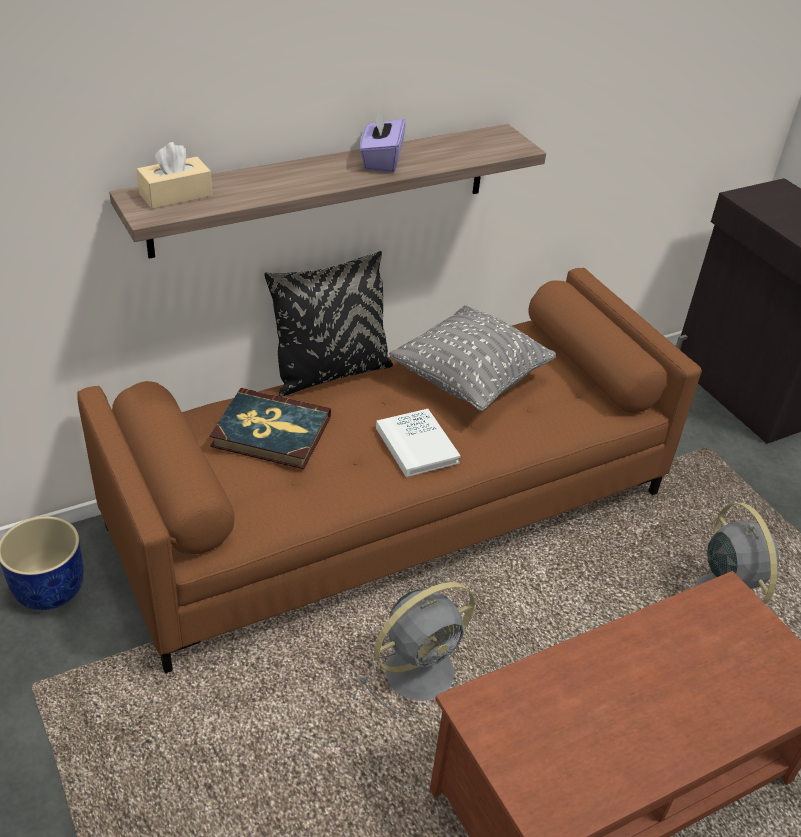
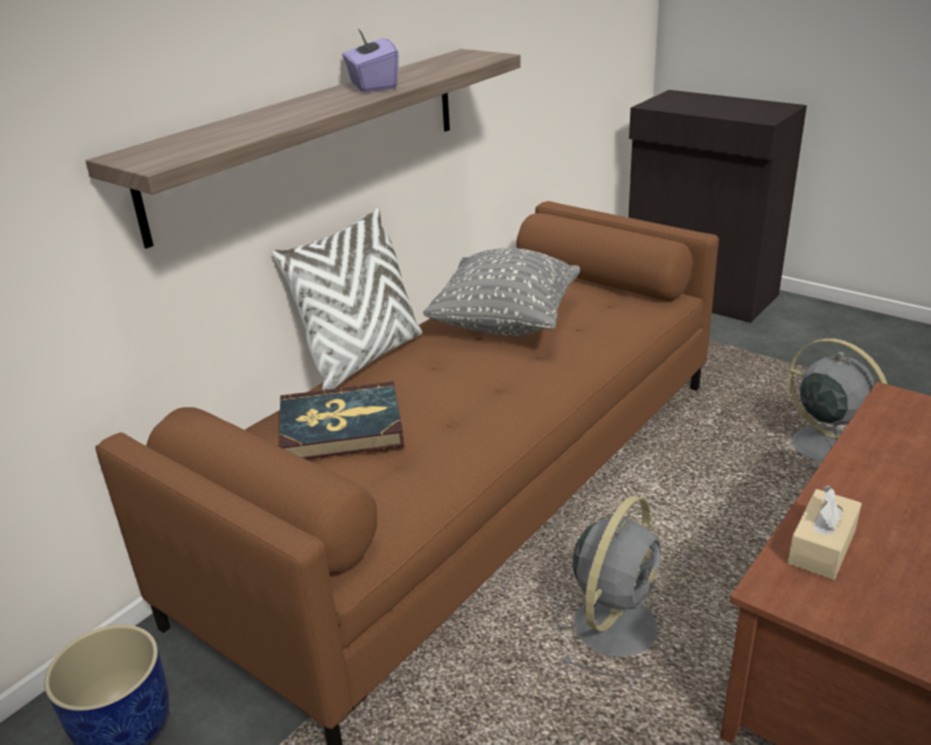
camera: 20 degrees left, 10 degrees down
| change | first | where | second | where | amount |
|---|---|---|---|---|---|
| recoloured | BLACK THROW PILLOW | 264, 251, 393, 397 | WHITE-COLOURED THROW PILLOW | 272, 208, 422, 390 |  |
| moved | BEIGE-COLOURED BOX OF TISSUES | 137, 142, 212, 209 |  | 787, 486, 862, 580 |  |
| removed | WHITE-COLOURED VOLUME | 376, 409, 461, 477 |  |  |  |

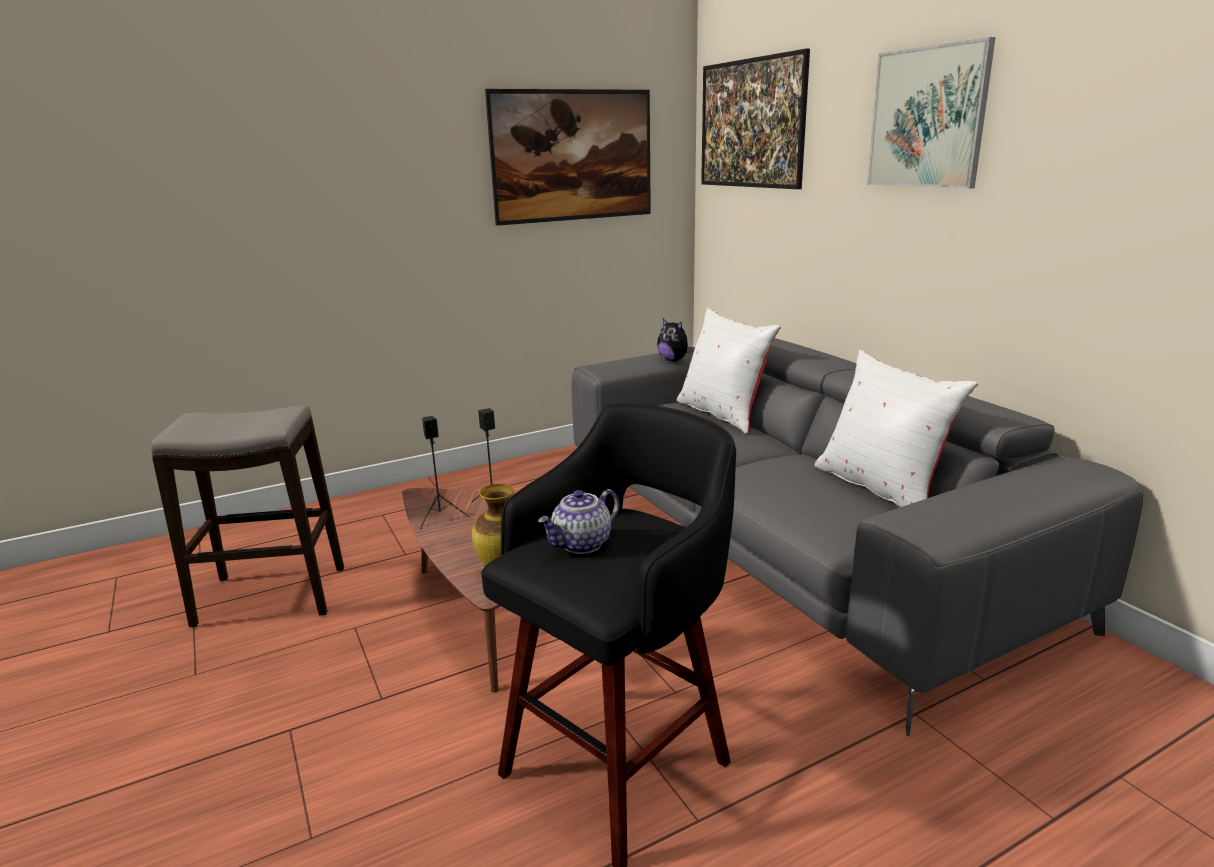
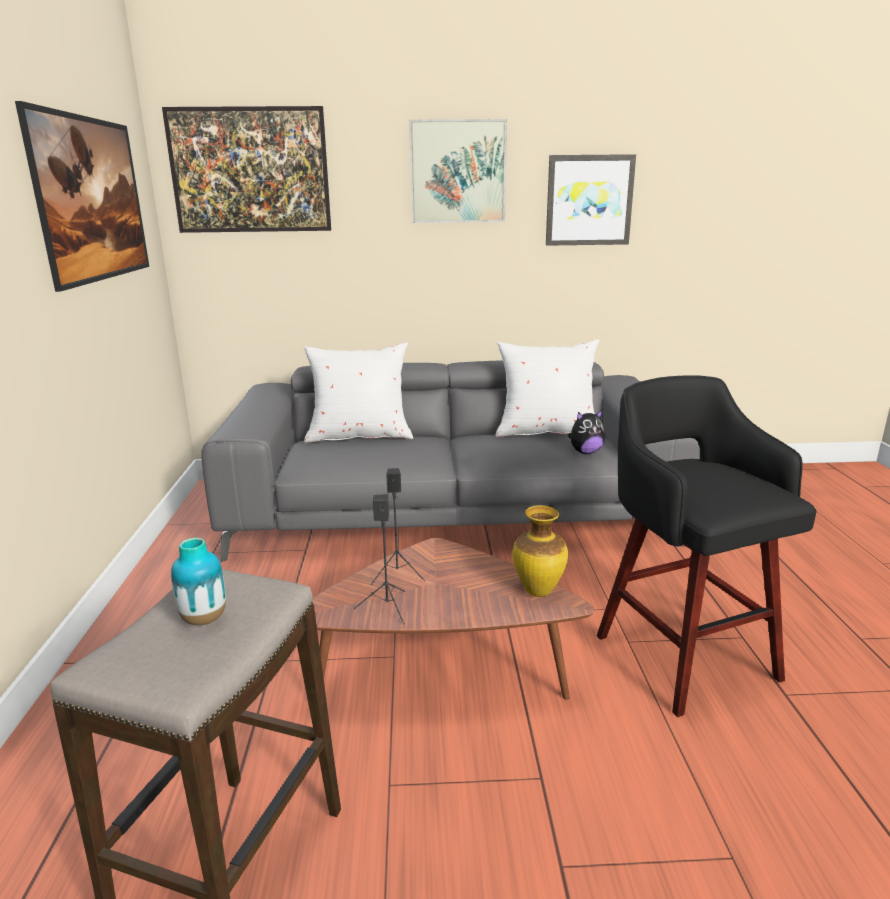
camera: 65 degrees left, 0 degrees up
| change | first | where | second | where | amount |
|---|---|---|---|---|---|
| added |  |  | DECORATIVE VASE | 171, 538, 226, 625 |  |
| added |  |  | WALL PICTURE | 546, 154, 636, 246 |  |
| moved | PLUSH TOY | 657, 318, 694, 361 |  | 568, 410, 606, 454 |  |
| removed | POT FOR TEA | 538, 489, 619, 554 |  |  |  |

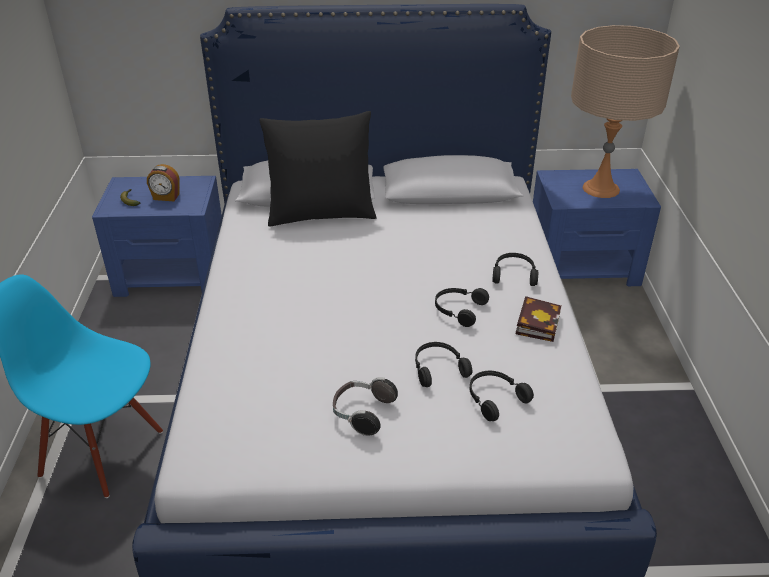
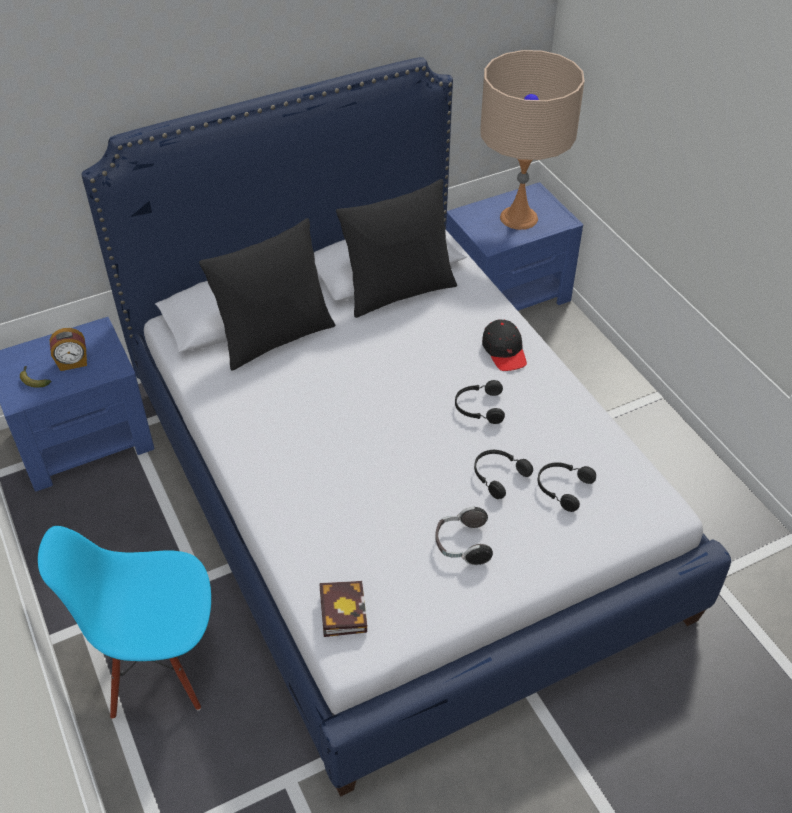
camera: 25 degrees left, 10 degrees up
| change | first | where | second | where | amount |
|---|---|---|---|---|---|
| moved | VOLUME | 516, 296, 561, 342 |  | 320, 581, 367, 637 |  |
| added |  |  | BLACK THROW PILLOW | 336, 179, 457, 318 |  |
| replaced | BLACK HEADSET | 492, 253, 538, 286 | BLACK BASEBALL CAP | 482, 320, 527, 371 |  |

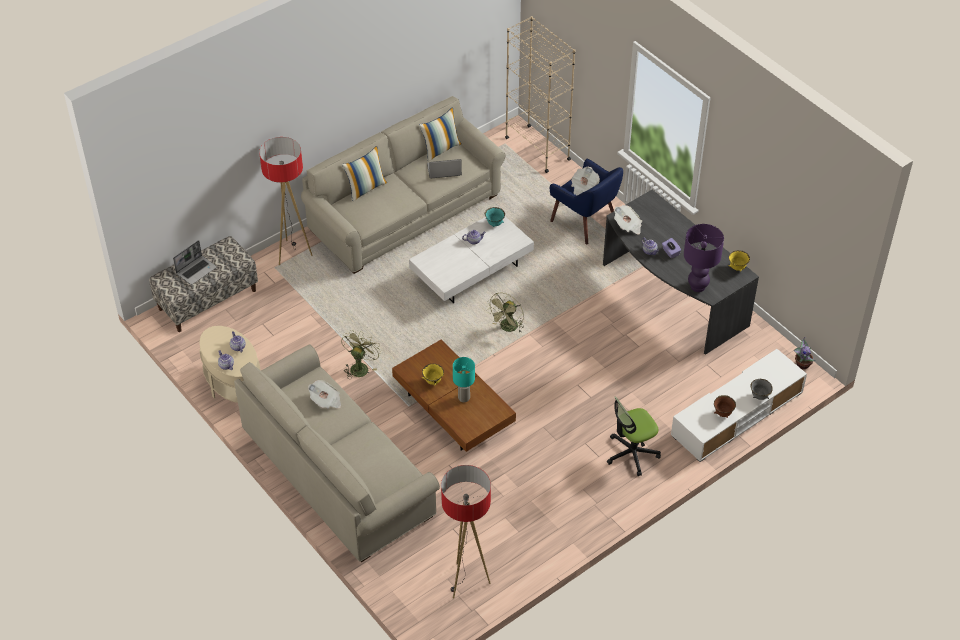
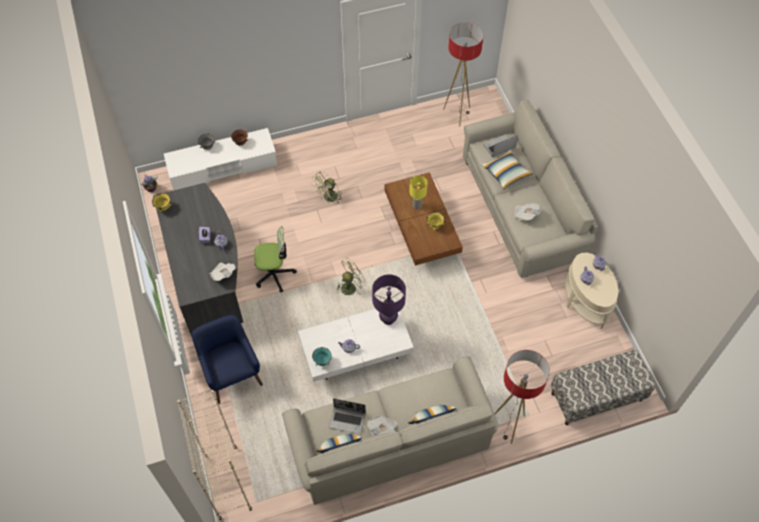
camera: 160 degrees left, 10 degrees up
| change | first | where | second | where | amount |
|---|---|---|---|---|---|
| moved | DESK CHAIR | 607, 396, 661, 476 |  | 254, 226, 297, 293 |  |
| moved | GREEN-COLOURED ELECTRIC FAN | 341, 330, 381, 379 |  | 312, 171, 342, 203 |  |
| moved | DAILY PAPER | 571, 167, 600, 196 |  | 367, 415, 397, 436 |  |
| moved | PURPLISH LAMP FOR A TABLE | 684, 224, 724, 292 |  | 372, 274, 406, 325 |  |
| recoloured | BLUE-GREEN LAMP FOR A TABLE | 453, 357, 475, 402 | YELLOW-COLOURED LAMP FOR A TABLE | 410, 175, 428, 210 |  |
| added |  |  | THROW PILLOW | 482, 150, 533, 189 |  |
| moved | NOTEBOOK COMPUTER | 173, 240, 217, 285 |  | 483, 134, 518, 157 |  |

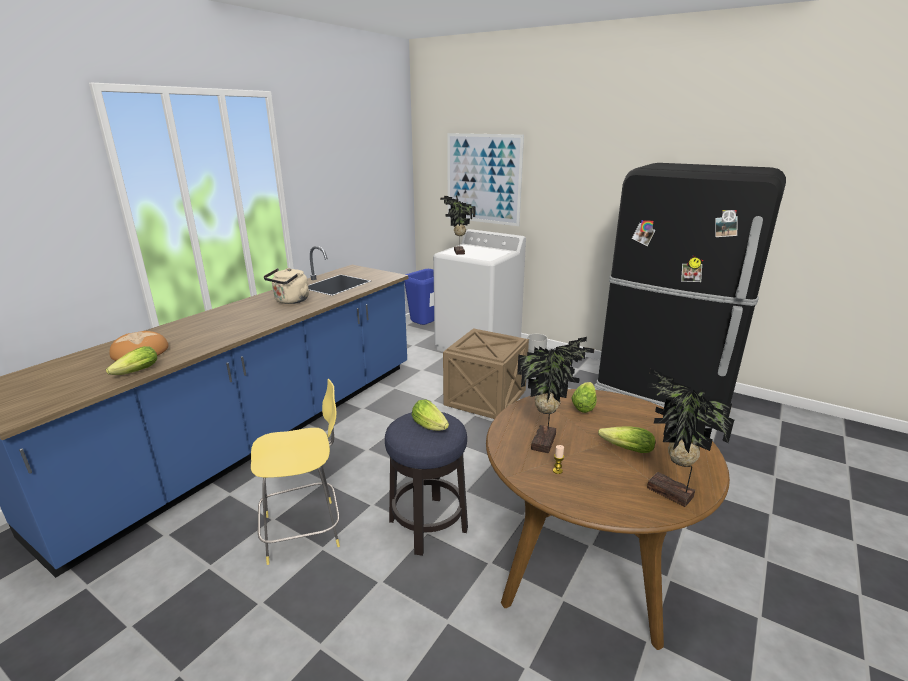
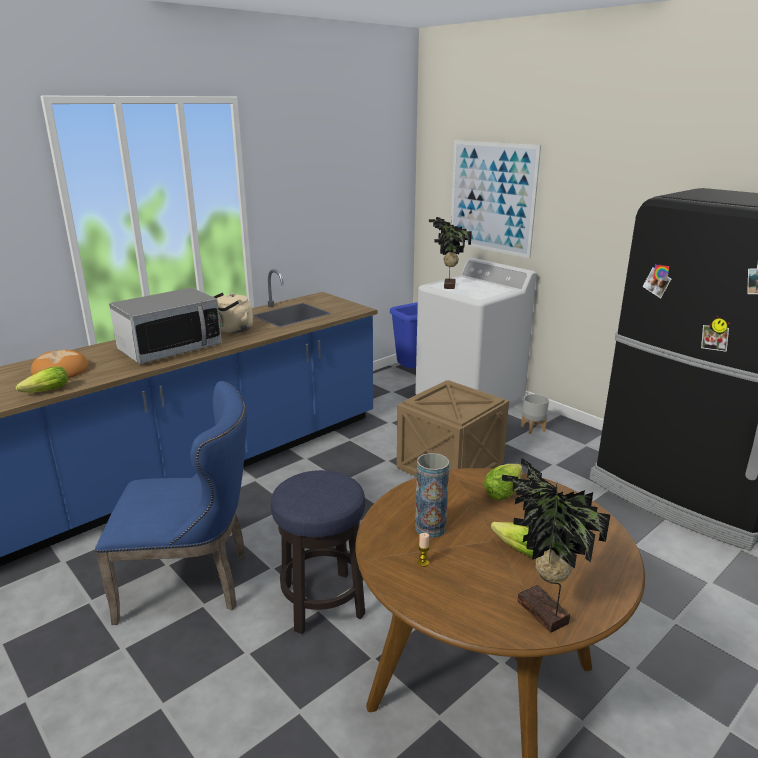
camera: 15 degrees right, 0 degrees up
| change | first | where | second | where | amount |
|---|---|---|---|---|---|
| replaced | YELLOW-COLOURED STOOL SEAT | 251, 379, 340, 565 | BLUE-COLOURED UPRIGHT CHAIR | 95, 381, 247, 625 |  |
| added |  |  | MICROWAVE OVEN | 109, 287, 222, 364 |  |
| replaced | HOUSEPLANT | 517, 337, 594, 453 | DECORATIVE VASE | 415, 453, 449, 538 |  |
| removed | LETTUCE | 412, 399, 449, 431 |  |  |  |

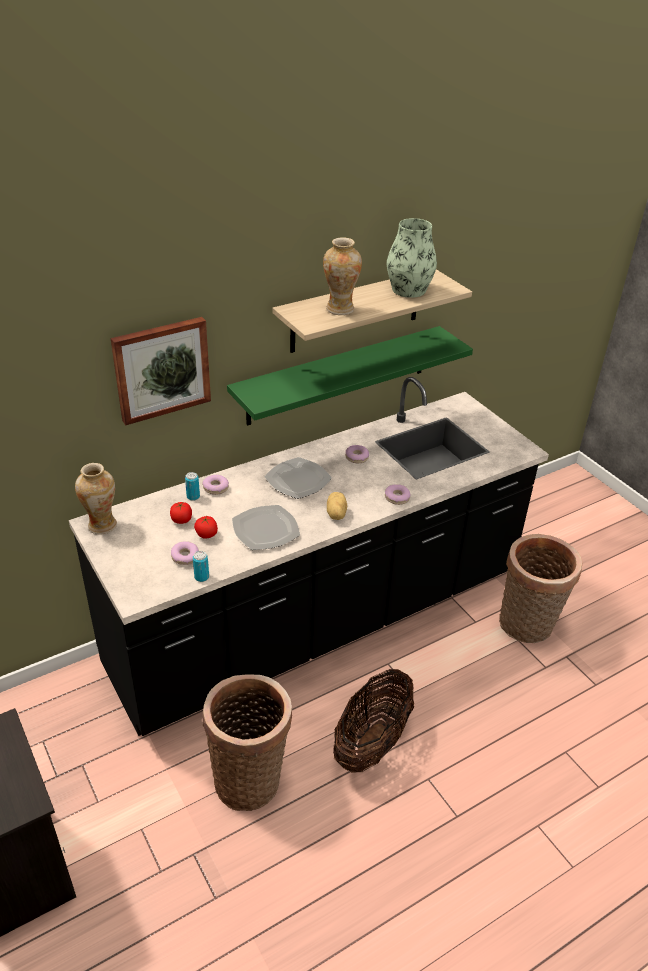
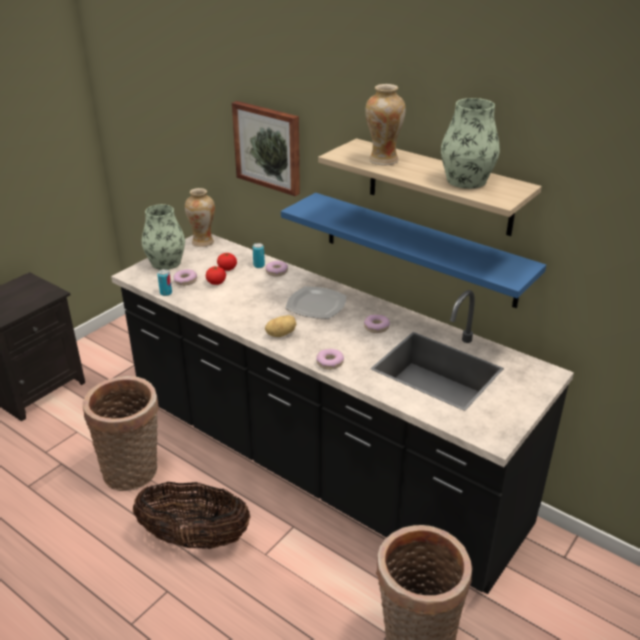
camera: 70 degrees right, 5 degrees down
| change | first | where | second | where | amount |
|---|---|---|---|---|---|
| added |  |  | DECORATIVE VASE | 142, 204, 185, 270 |  |
| recoloured | GREEN-COLOURED WALL SHELF | 227, 326, 473, 426 | BLUE-COLOURED WALL SHELF | 281, 193, 546, 308 |  |
| removed | PLATE | 232, 505, 300, 550 |  |  |  |

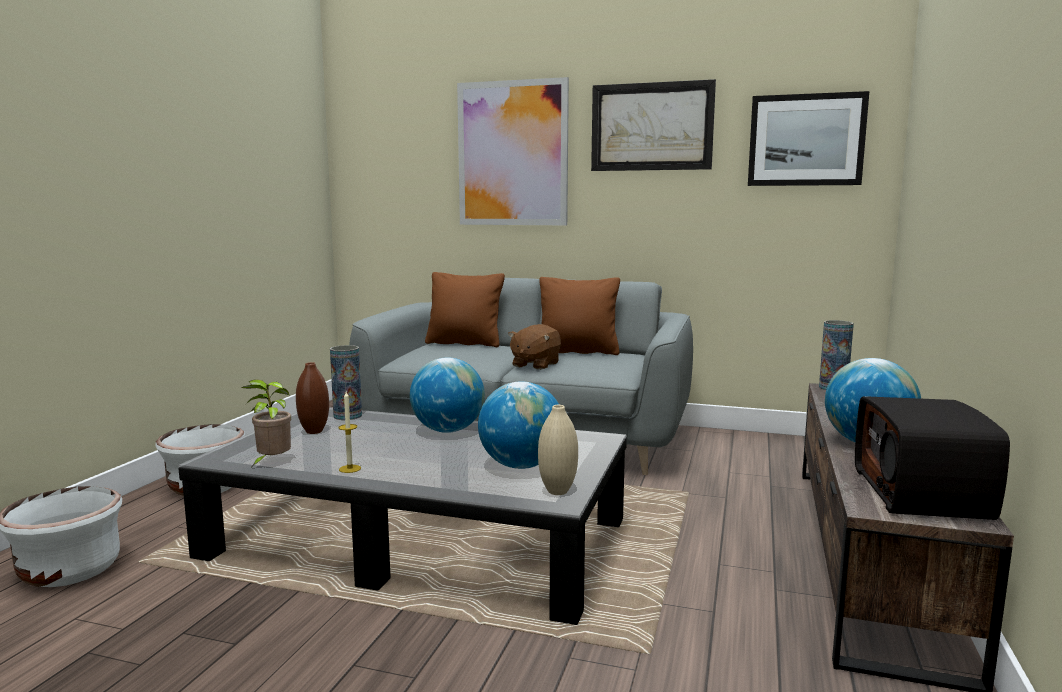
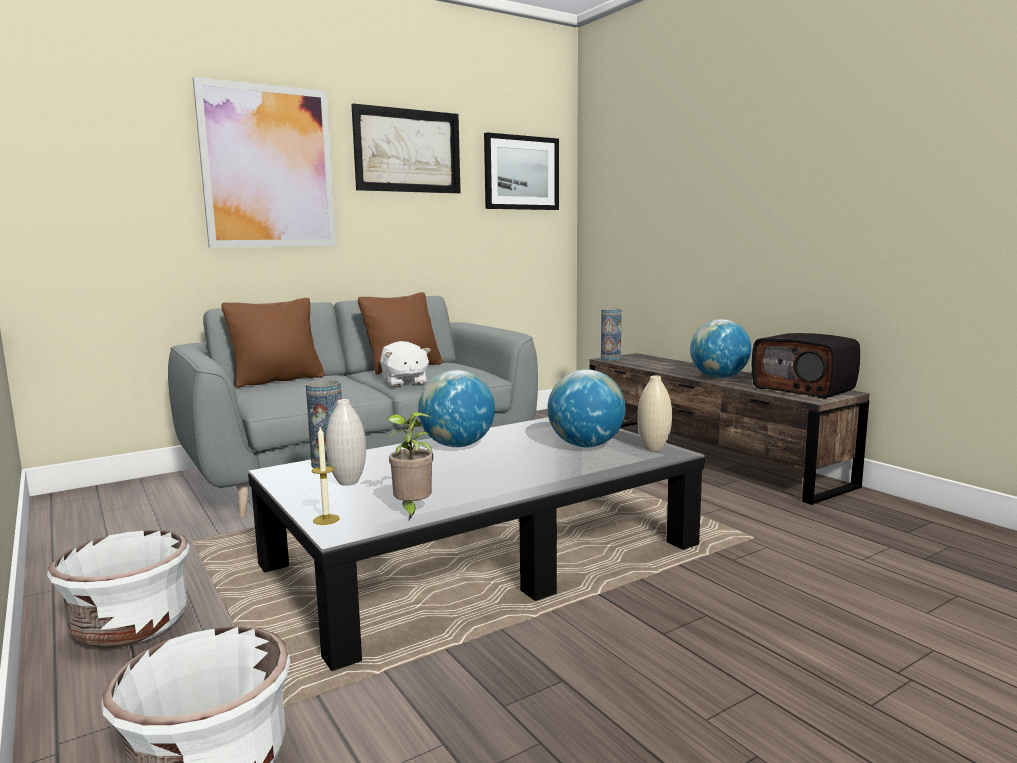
camera: 50 degrees left, 0 degrees up
| change | first | where | second | where | amount |
|---|---|---|---|---|---|
| moved | CANDLE | 338, 392, 361, 473 |  | 312, 427, 340, 525 |  |
| recoloured | BROWN DECORATIVE VASE | 296, 362, 329, 434 | WHITE-COLOURED DECORATIVE VASE | 326, 399, 366, 486 |  |
| recoloured | BROWN PLUSH TOY | 508, 324, 561, 370 | WHITE-COLOURED PLUSH TOY | 380, 341, 431, 386 |  |

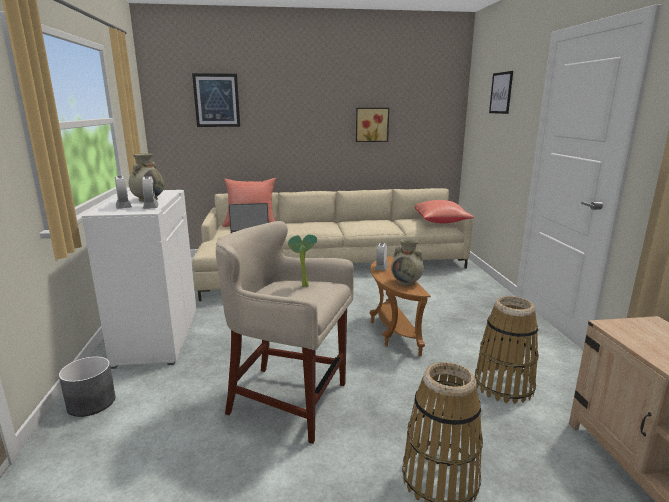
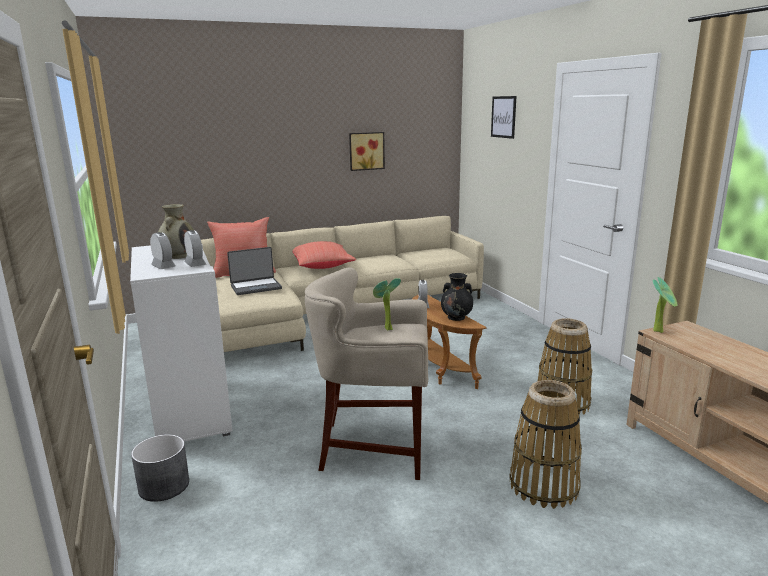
camera: 15 degrees left, 0 degrees up
| change | first | where | second | where | amount |
|---|---|---|---|---|---|
| moved | REDDISH THROW PILLOW | 415, 200, 474, 223 |  | 292, 241, 356, 269 |  |
| recoloured | BEIGE-COLOURED DECORATIVE VASE | 391, 238, 424, 286 | BLACK DECORATIVE VASE | 441, 273, 473, 321 |  |
| added |  |  | HOUSEPLANT | 653, 277, 677, 333 |  |
| removed | WALL PICTURE | 192, 73, 240, 127 |  |  |  |

